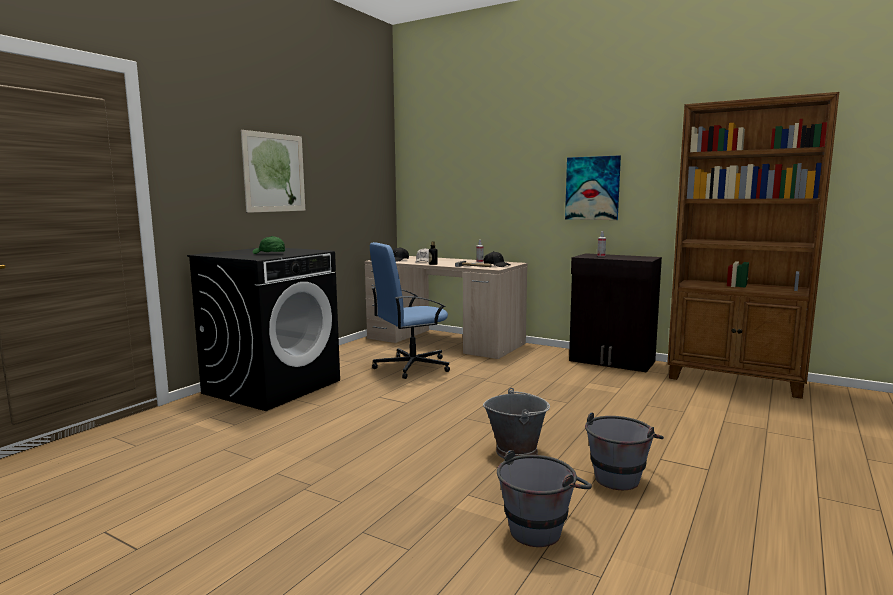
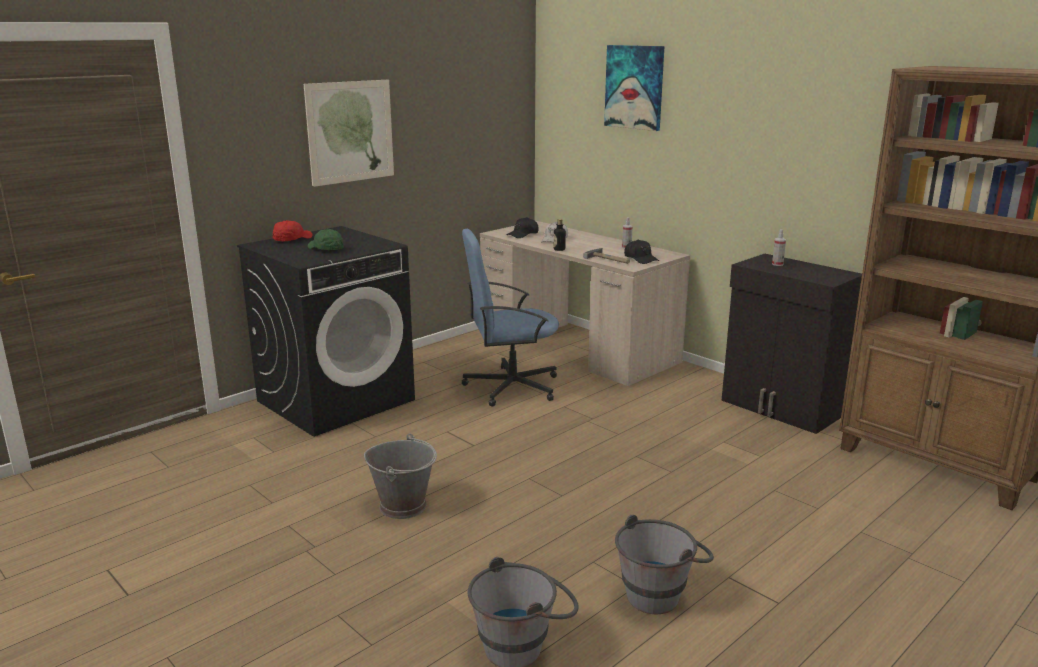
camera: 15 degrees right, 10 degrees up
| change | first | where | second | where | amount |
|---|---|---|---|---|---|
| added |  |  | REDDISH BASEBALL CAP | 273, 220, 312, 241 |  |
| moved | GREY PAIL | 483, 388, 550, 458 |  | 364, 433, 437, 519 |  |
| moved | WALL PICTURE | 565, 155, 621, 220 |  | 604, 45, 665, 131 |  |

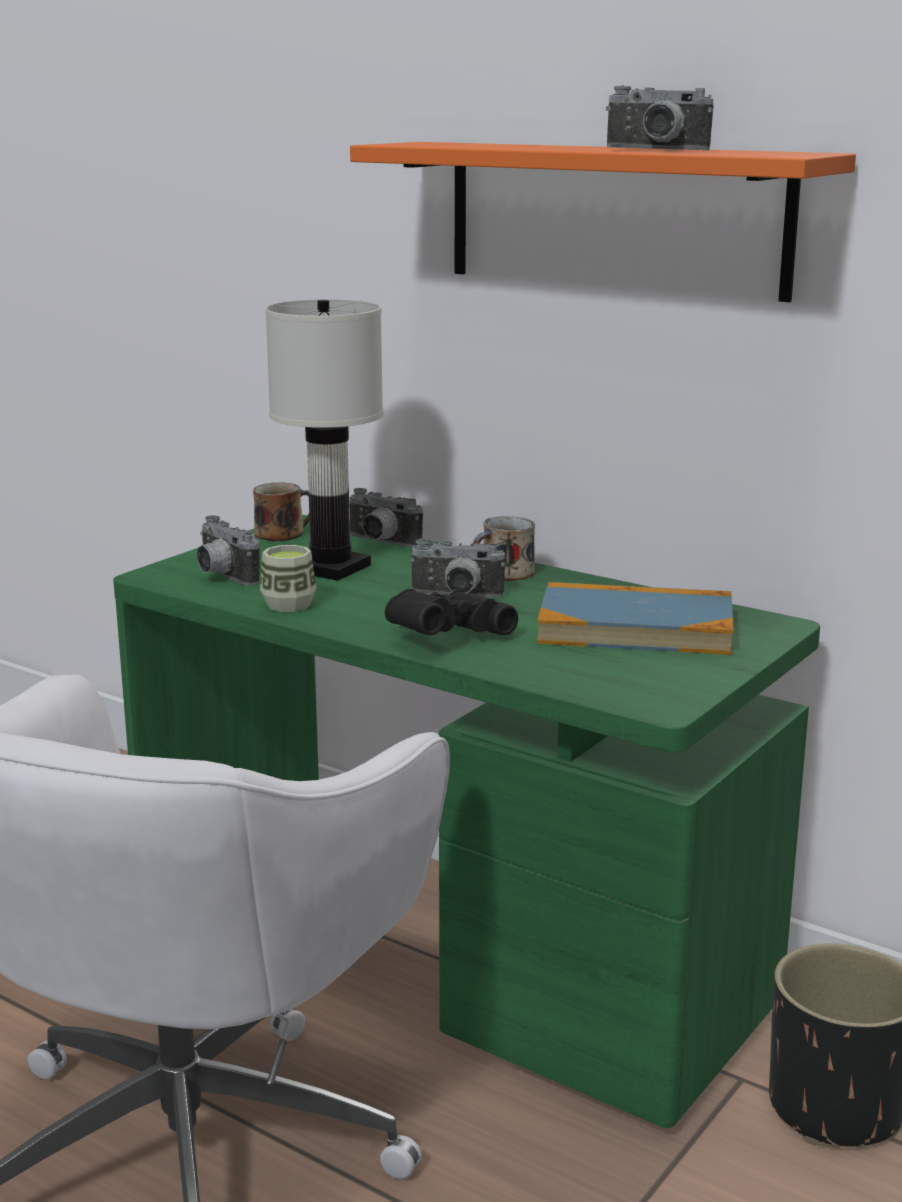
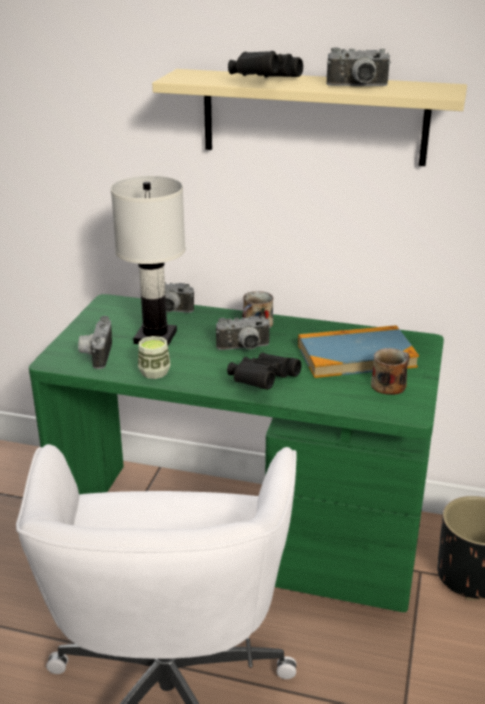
camera: 20 degrees left, 10 degrees up
| change | first | where | second | where | amount |
|---|---|---|---|---|---|
| turned | PHOTO CAMERA | 197, 515, 260, 586 |  | 78, 316, 112, 369 | 60 degrees clockwise |
| recoloured | ORANGE WALL SHELF | 350, 142, 856, 302 | BEIGE-COLOURED WALL SHELF | 152, 69, 467, 166 |  |
| added |  |  | BLACK FIELD GLASSES | 228, 51, 303, 78 |  |
| moved | TEA MUG | 253, 482, 310, 541 |  | 371, 348, 410, 395 |  |

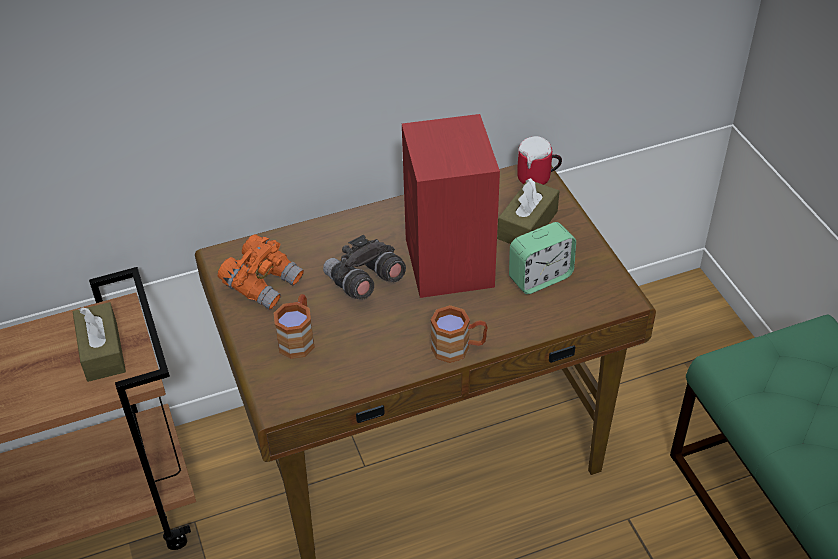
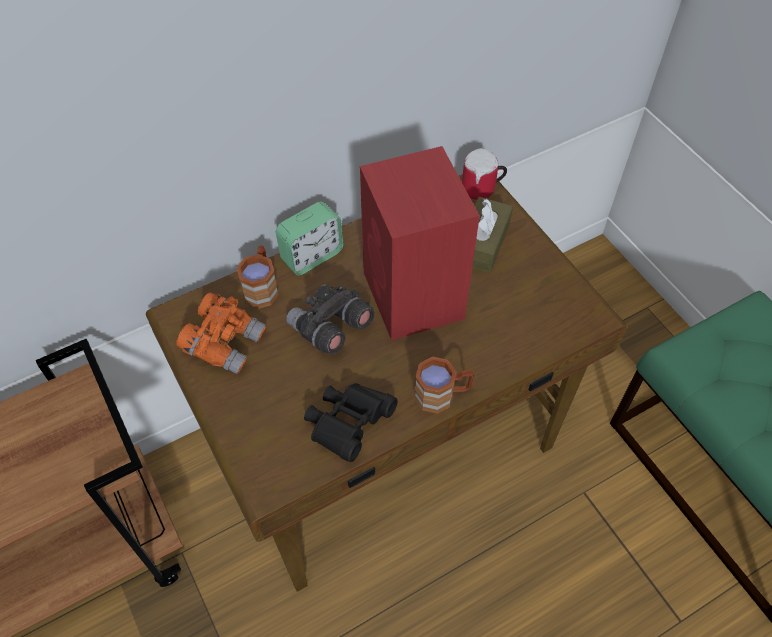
camera: 10 degrees left, 10 degrees up
| change | first | where | second | where | amount |
|---|---|---|---|---|---|
| moved | BROWN TEA MUG | 274, 294, 315, 359 |  | 237, 246, 279, 309 |  |
| moved | BEDSIDE CLOCK | 509, 222, 576, 294 |  | 276, 201, 344, 275 |  |
| added |  |  | BLACK FIELD GLASSES | 304, 383, 398, 462 |  |
| removed | BROWN BOX OF TISSUES | 73, 302, 126, 382 |  |  |  |

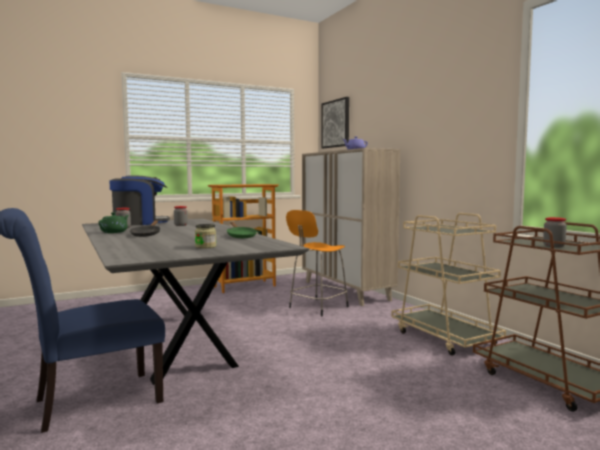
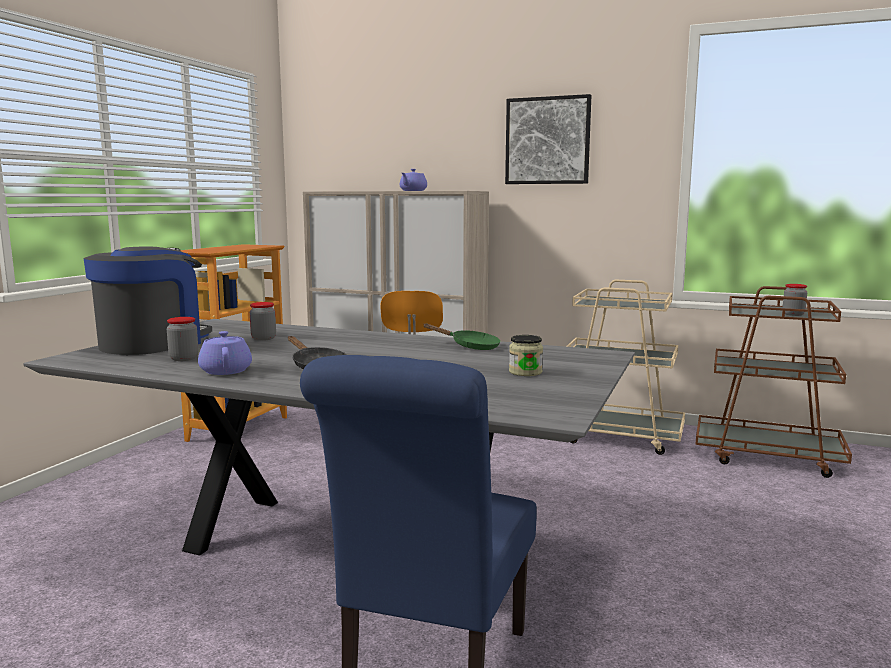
camera: 40 degrees left, 5 degrees up
| change | first | where | second | where | amount |
|---|---|---|---|---|---|
| recoloured | GREEN-COLOURED POT FOR TEA | 98, 212, 129, 233 | PURPLISH POT FOR TEA | 198, 331, 252, 375 |  |
| moved | WALL PICTURE | 321, 97, 349, 148 |  | 505, 94, 591, 184 |  |

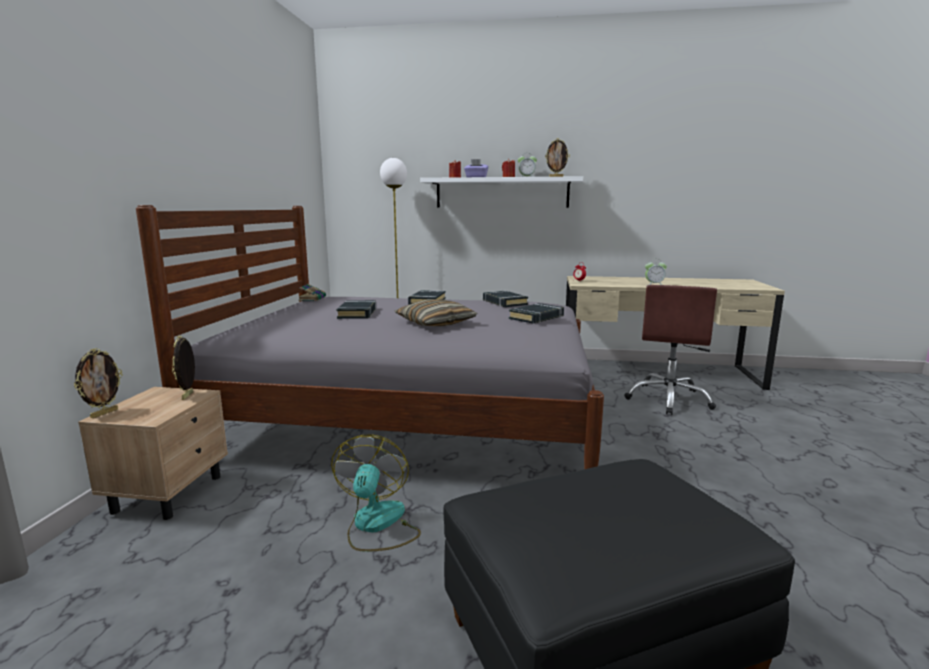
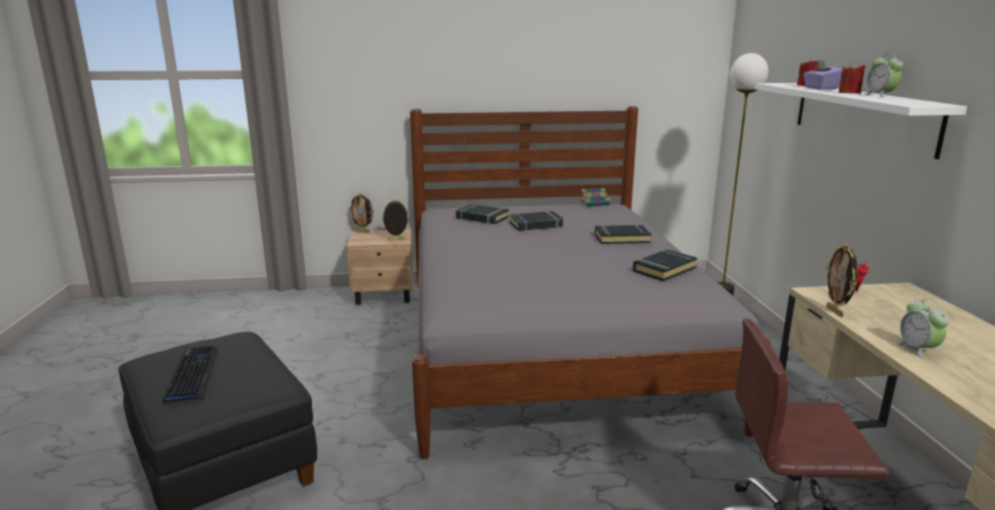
camera: 75 degrees right, 5 degrees up
| change | first | where | second | where | amount |
|---|---|---|---|---|---|
| added |  |  | PC KEYBOARD | 163, 345, 219, 403 |  |
| moved | BLACK VOLUME | 509, 303, 564, 324 |  | 456, 204, 509, 224 |  |
| moved | PHOTO FRAME | 545, 138, 570, 177 |  | 826, 244, 858, 317 |  |
| removed | ELECTRIC FAN | 331, 435, 421, 552 |  |  |  |
| removed | THROW PILLOW | 394, 299, 477, 327 |  |  |  |

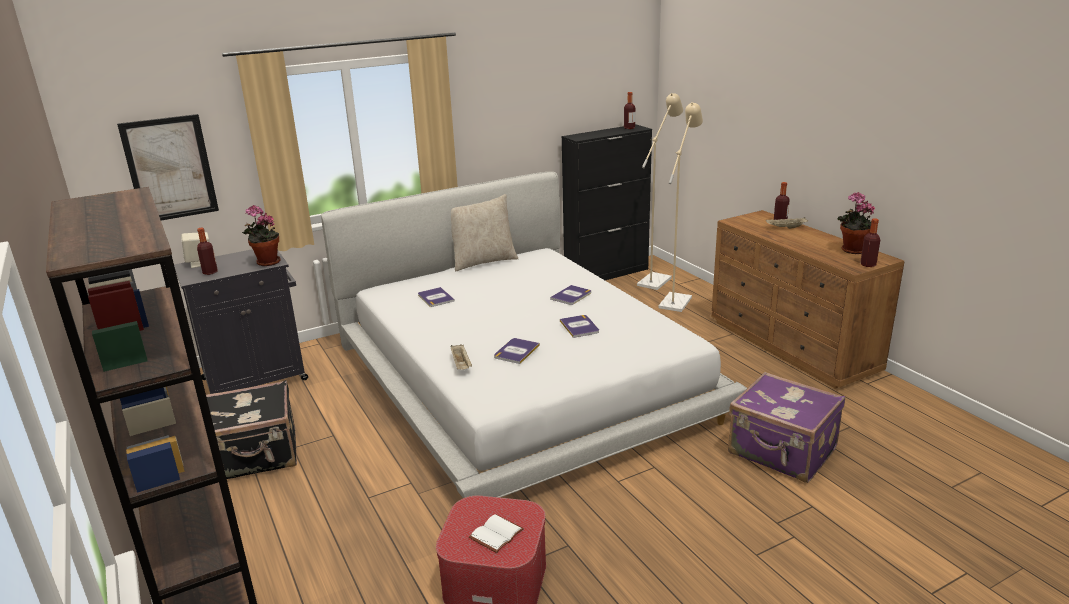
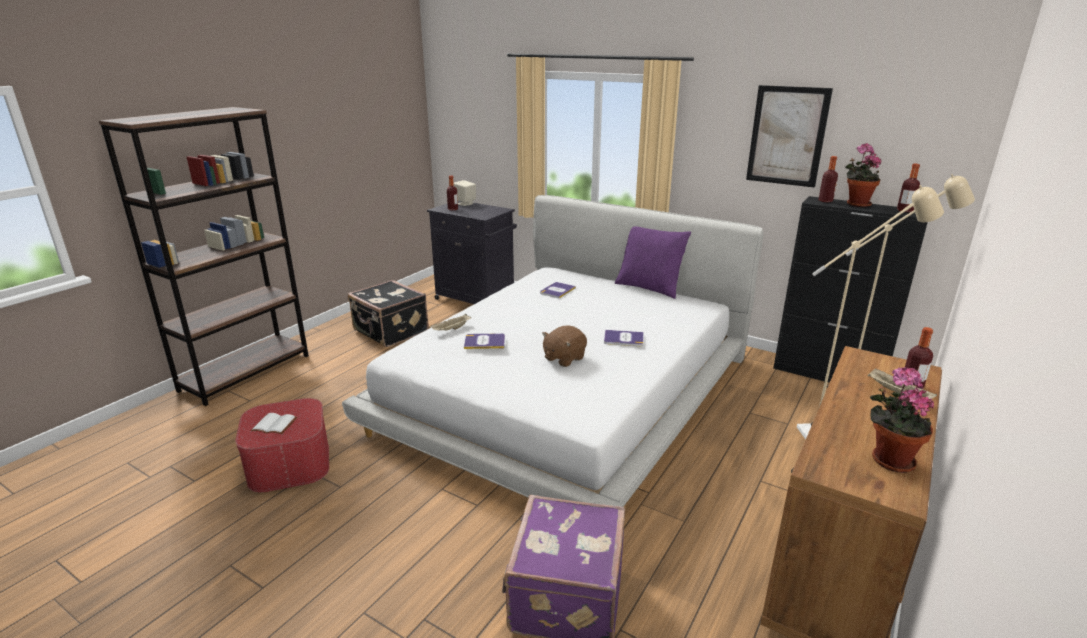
camera: 60 degrees right, 0 degrees up
| change | first | where | second | where | amount |
|---|---|---|---|---|---|
| replaced | VOLUME | 560, 315, 599, 338 | BROWN PLUSH TOY | 542, 325, 587, 367 |  |
| recoloured | BEIGE-COLOURED THROW PILLOW | 451, 194, 518, 271 | PURPLISH THROW PILLOW | 615, 226, 691, 299 |  |
| moved | WALL PICTURE | 117, 114, 219, 220 |  | 746, 85, 833, 188 |  |
| moved | BOTTLE | 861, 218, 880, 267 |  | 818, 156, 838, 202 |  |
| moved | HOUSEPLANT | 242, 205, 281, 266 |  | 845, 143, 881, 207 |  |

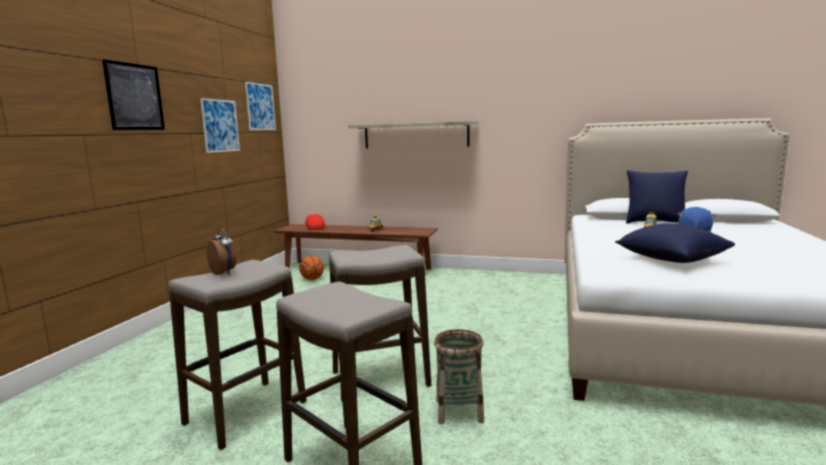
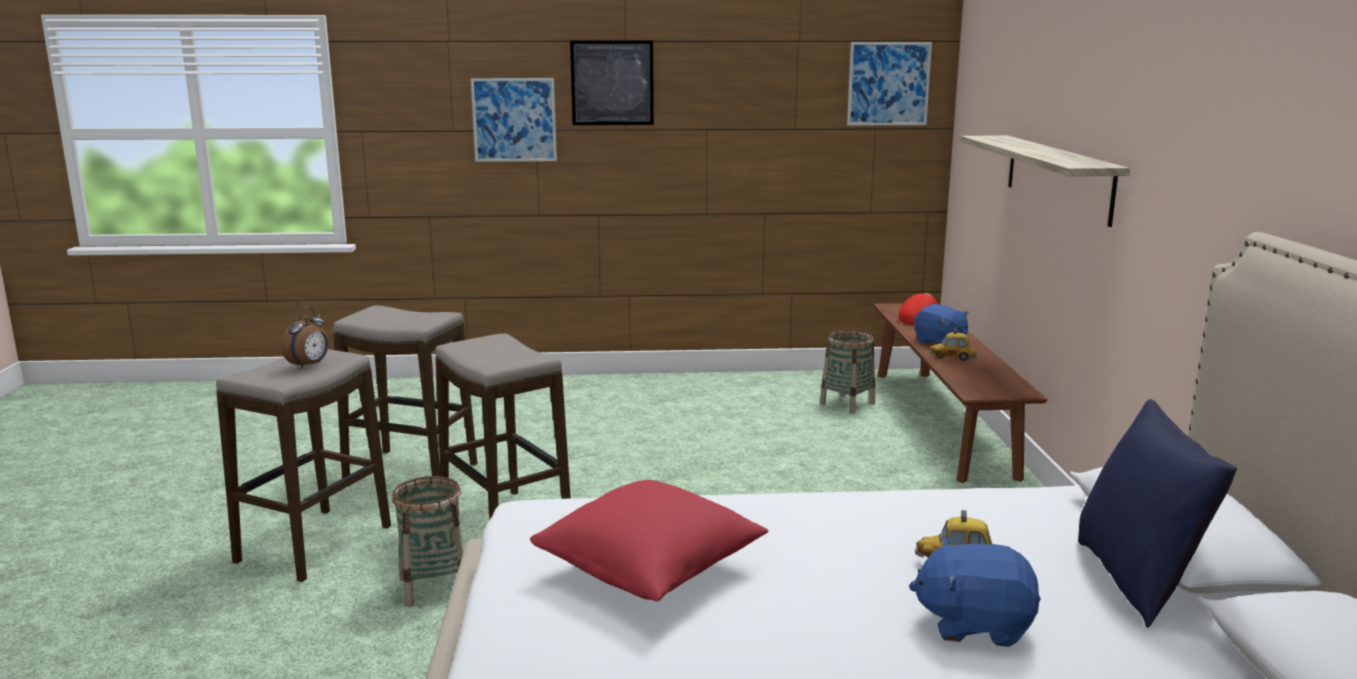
camera: 70 degrees right, 5 degrees up
| change | first | where | second | where | amount |
|---|---|---|---|---|---|
| moved | BEDSIDE CLOCK | 206, 227, 236, 275 |  | 281, 307, 328, 369 |  |
| moved | WALL PICTURE | 200, 98, 240, 153 |  | 471, 78, 557, 162 |  |
| recoloured | BLUE-COLOURED THROW PILLOW | 615, 223, 735, 263 | REDDISH THROW PILLOW | 530, 480, 768, 601 |  |
| replaced | BASKETBALL BALL | 299, 256, 324, 280 | STORAGE BASKET | 820, 330, 875, 414 |  |
| added |  |  | BLUE-COLOURED PLUSH TOY | 914, 304, 969, 344 |  |

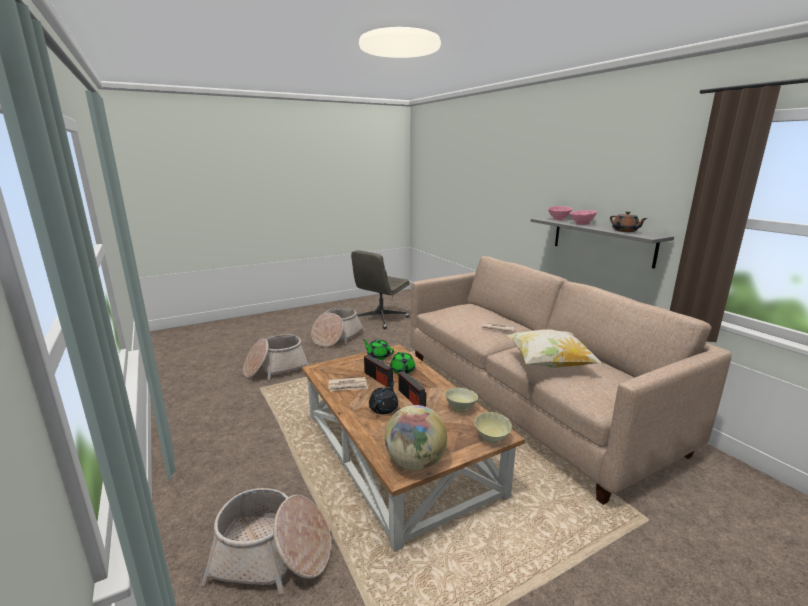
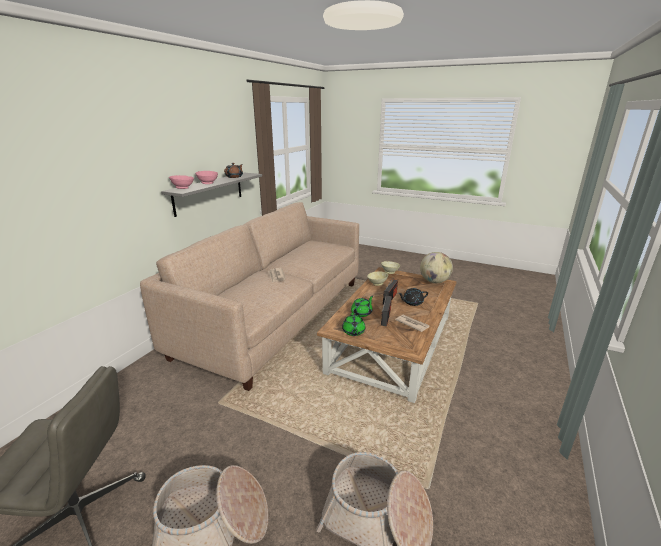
camera: 125 degrees left, 5 degrees up
| change | first | where | second | where | amount |
|---|---|---|---|---|---|
| removed | STORAGE BASKET | 201, 488, 331, 594 |  |  |  |
| removed | THROW PILLOW | 508, 329, 602, 368 |  |  |  |

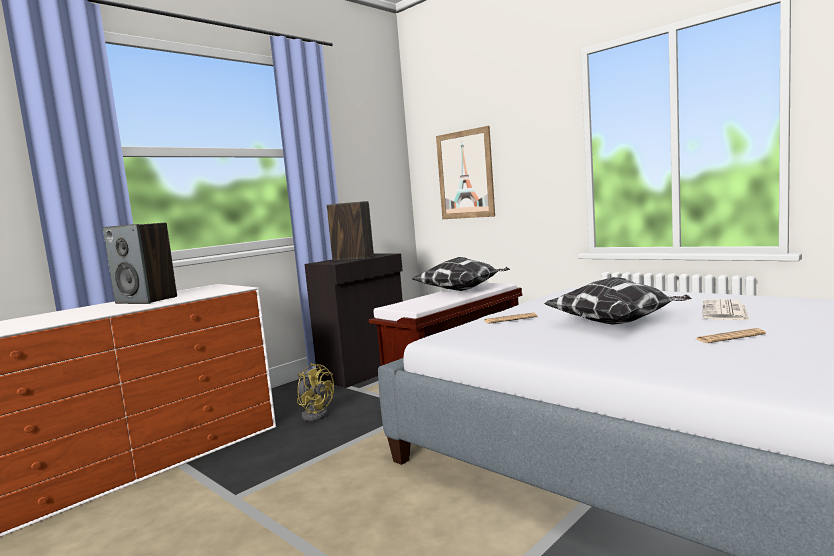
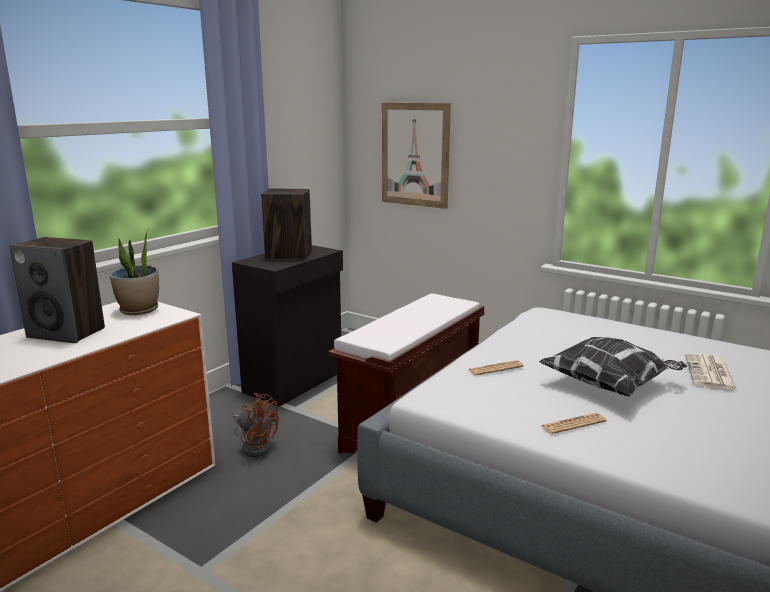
camera: 10 degrees left, 10 degrees up
| change | first | where | second | where | amount |
|---|---|---|---|---|---|
| added |  |  | HOUSEPLANT | 109, 228, 159, 315 |  |
| recoloured | YELLOW-COLOURED ELECTRIC FAN | 297, 363, 334, 421 | BROWN ELECTRIC FAN | 233, 393, 279, 457 |  |
| moved | DAILY PAPER | 696, 328, 766, 343 |  | 541, 413, 607, 434 |  |
| removed | THROW PILLOW | 412, 257, 510, 291 |  |  |  |

